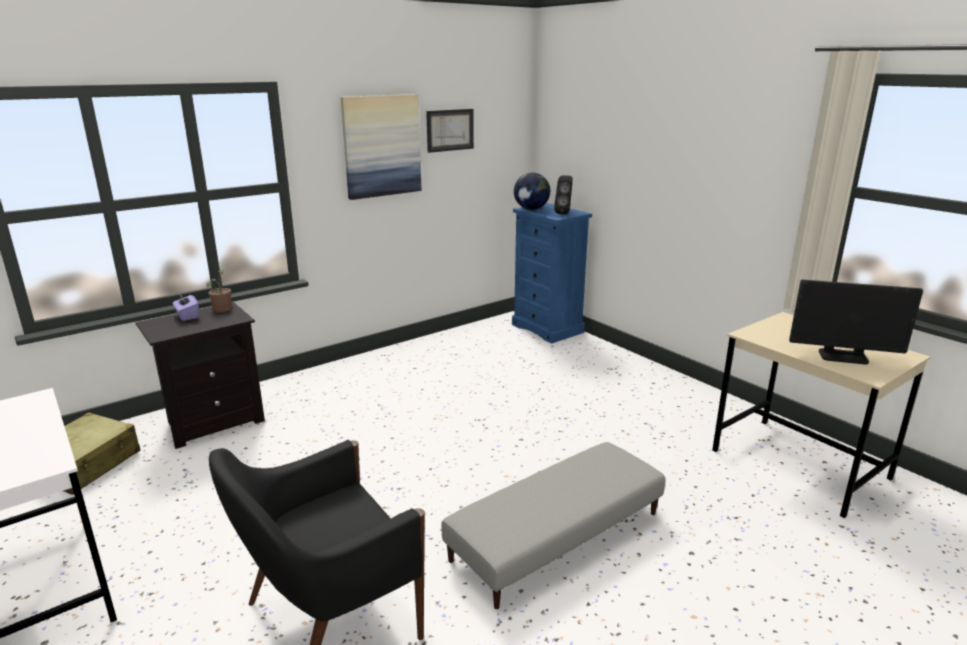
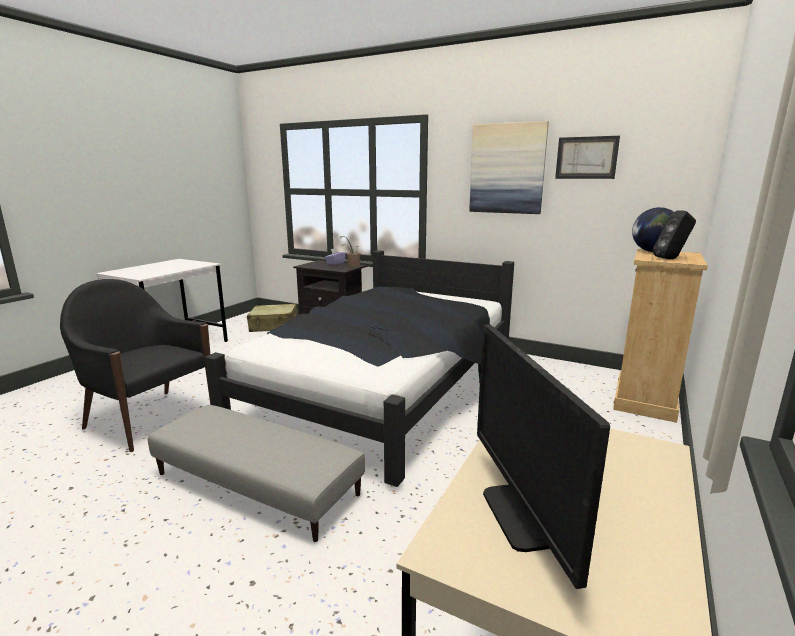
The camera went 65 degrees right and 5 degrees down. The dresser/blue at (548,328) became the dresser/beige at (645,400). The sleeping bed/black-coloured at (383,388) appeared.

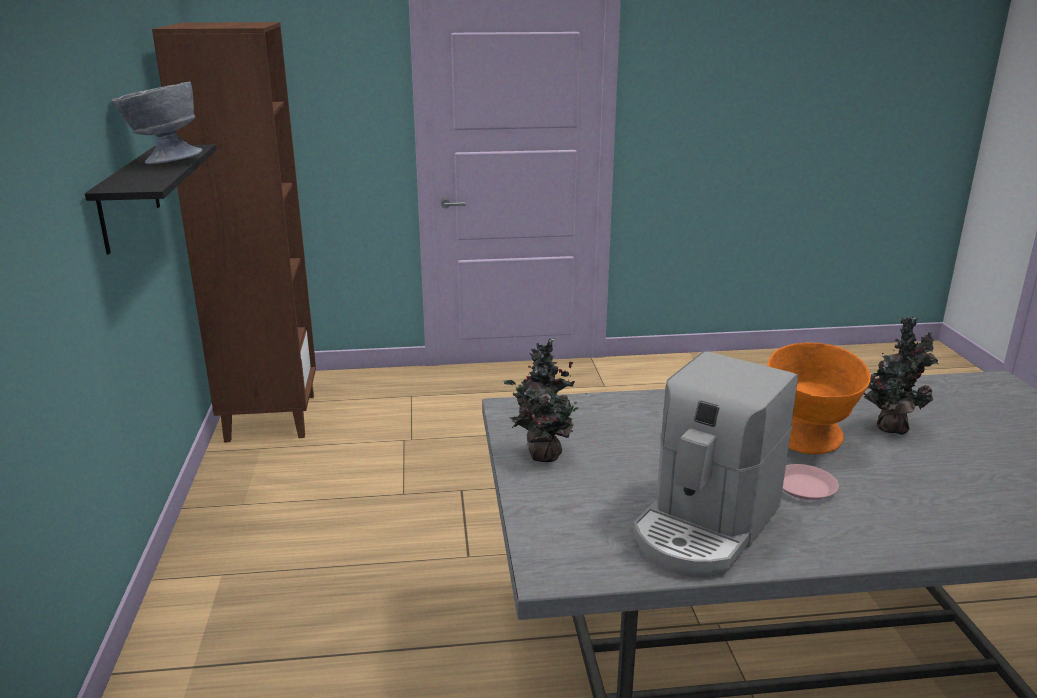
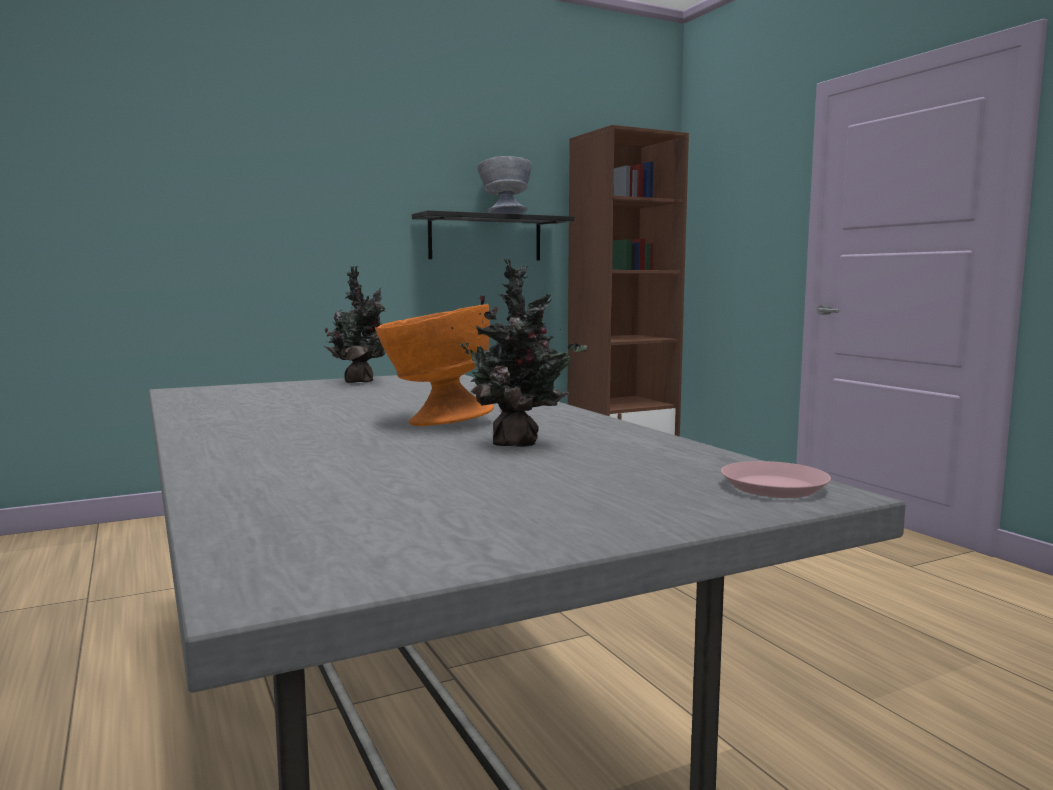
The camera went 70 degrees right and 15 degrees down. The coffee machine at (705,527) disappeared. The flat dish/pink moved from (805,487) to (774,487).

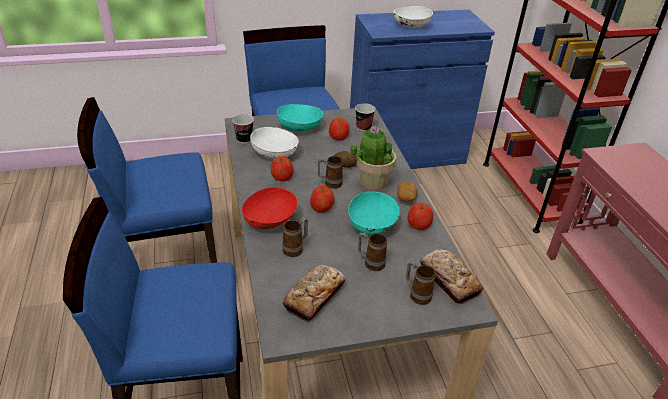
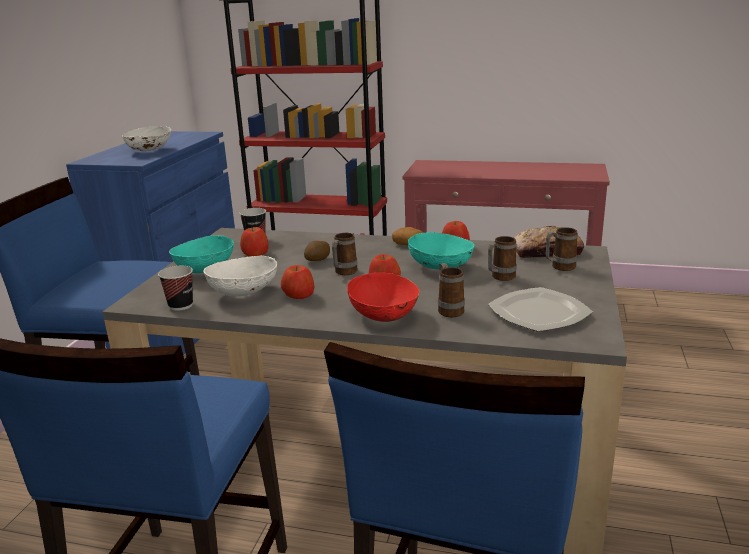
The camera went 60 degrees left and 15 degrees down. The bakery bread at (314,296) was replaced by the flat dish at (538,313). The plant in a pot at (373,181) disappeared.

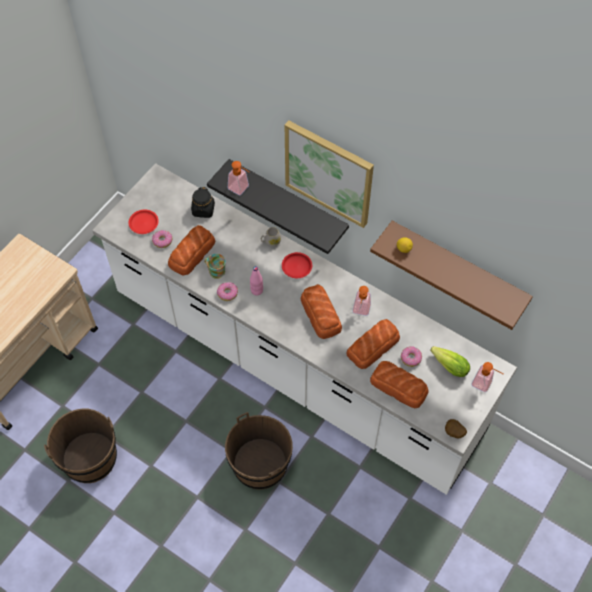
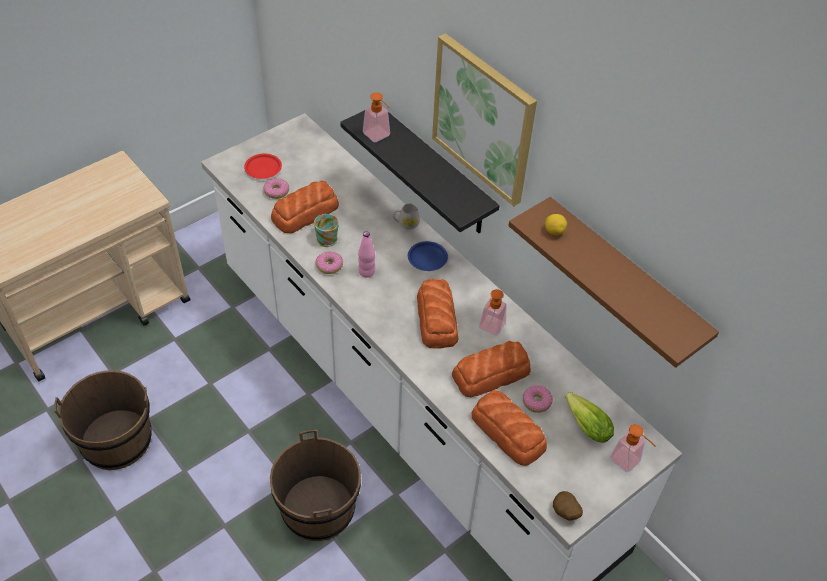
The camera went 15 degrees right and 10 degrees down. The storage jar/black-coloured at (203,210) disappeared. The flat dish/red-coloured at (296,267) became the flat dish/blue at (427,258).

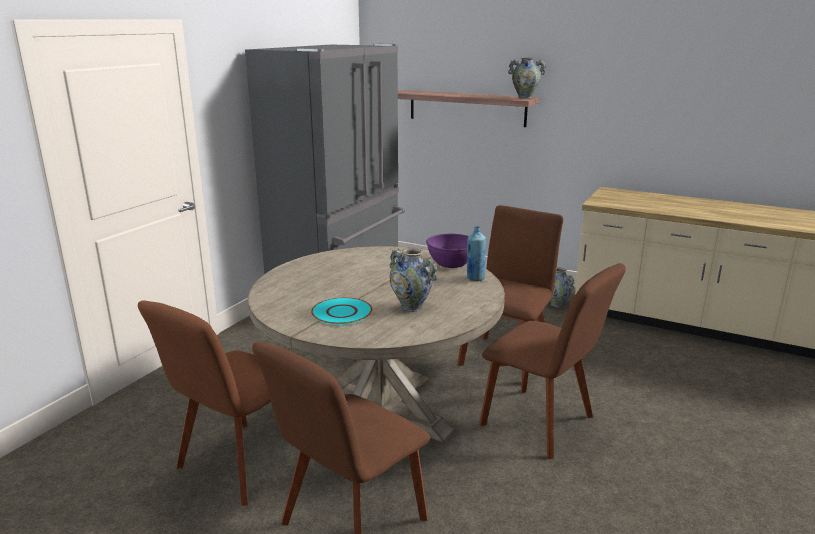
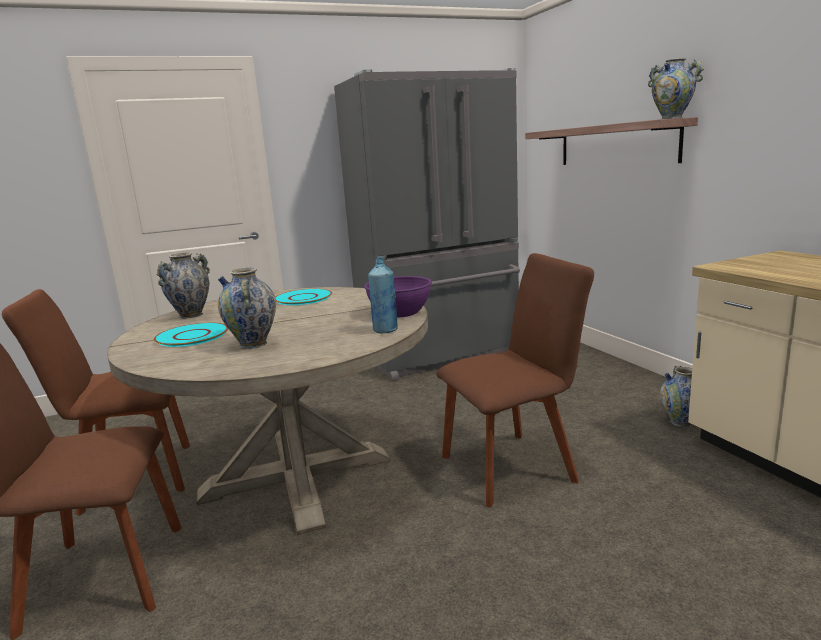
The camera went 40 degrees right and 5 degrees down. The plain chair/brownish at (542,423) disappeared. The decorative vase at (191,315) appeared. The flat dish/turquoise-coloured at (303,298) appeared.

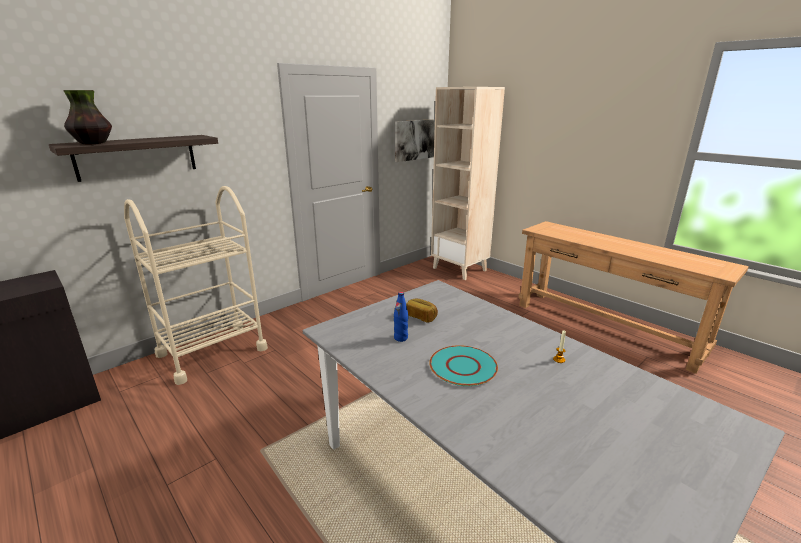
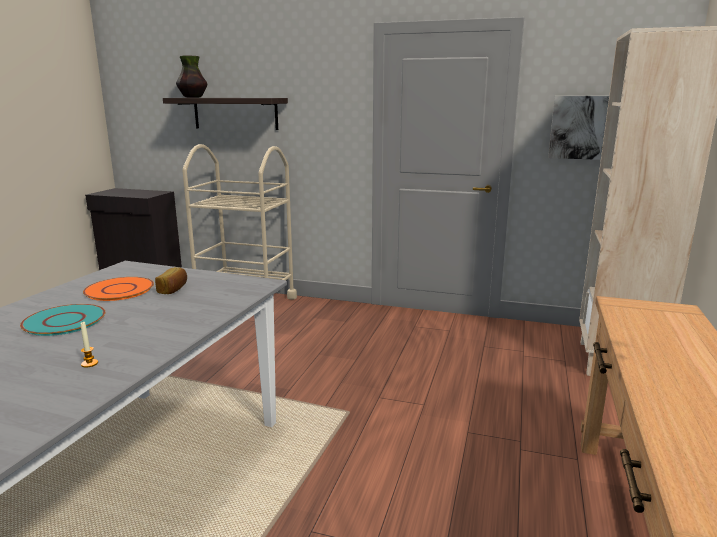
The camera went 60 degrees right and 5 degrees down. The bottle/blue at (400,338) was replaced by the flat dish/orange at (119,290).

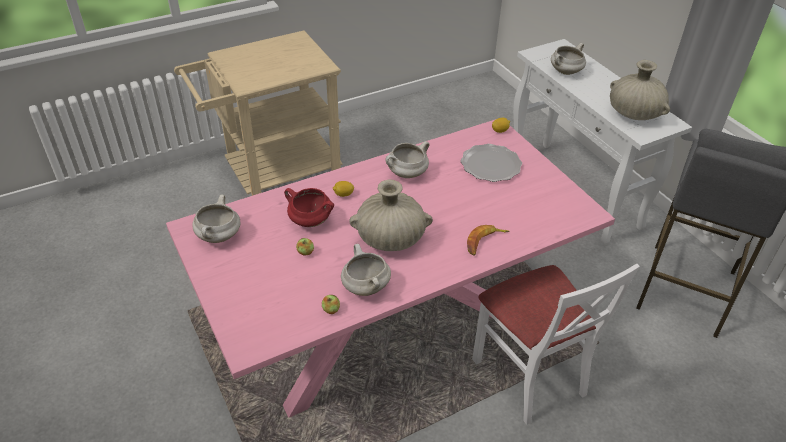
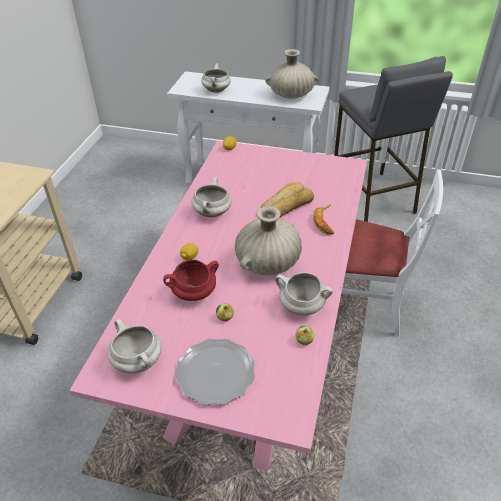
The camera went 45 degrees left and 0 degrees up. The flat dish moved from (491,165) to (216,373). The bakery bread at (285,206) appeared.

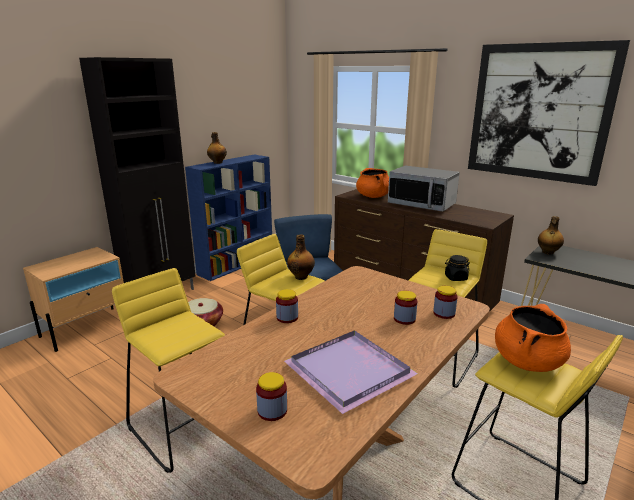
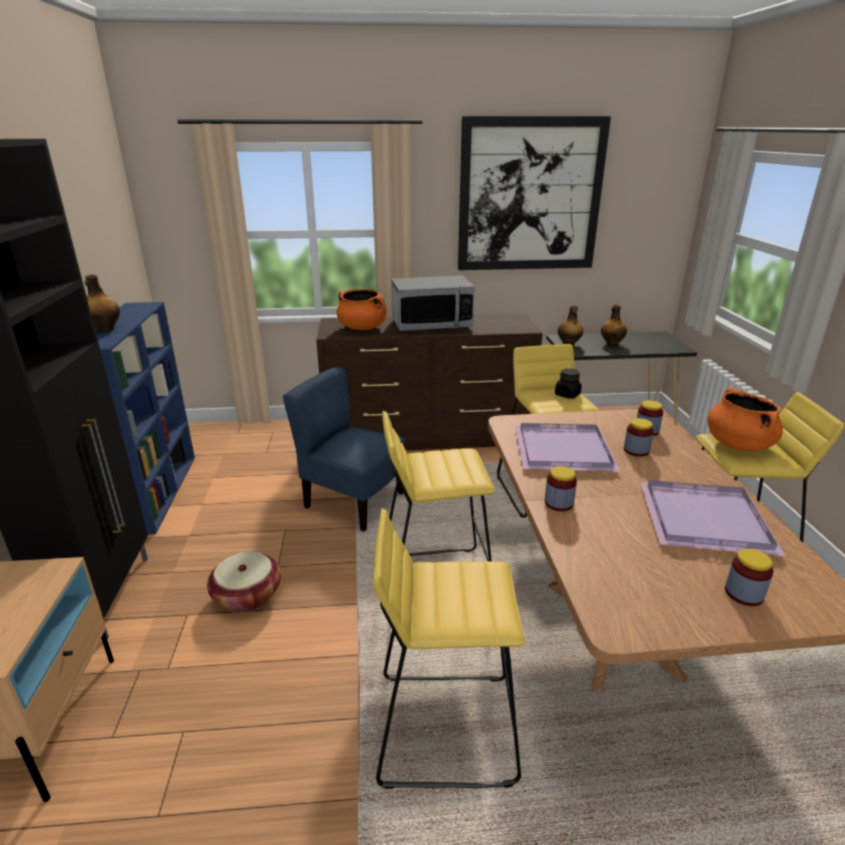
The camera went 45 degrees left and 5 degrees up. The bottle moved from (301,277) to (611,344). The tray/purplish at (562,451) appeared.

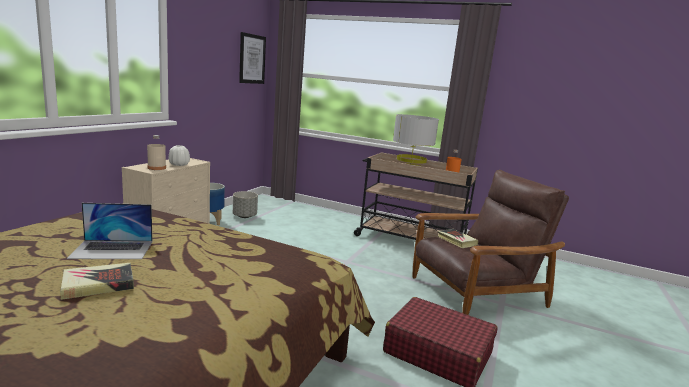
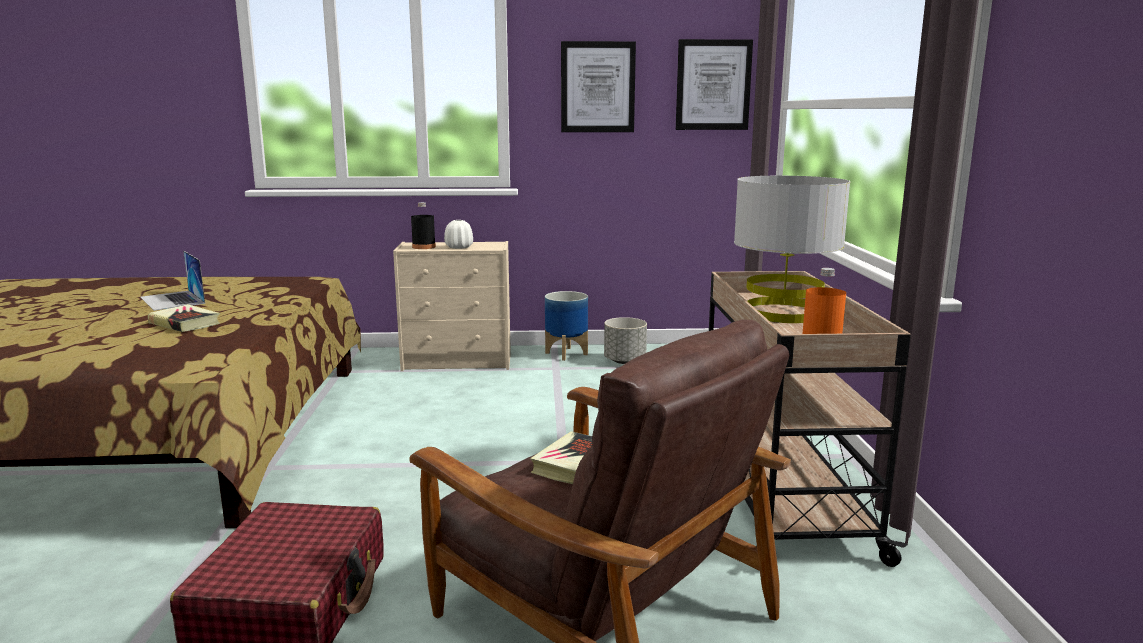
The camera went 65 degrees right and 0 degrees up. The bound book moved from (98,285) to (185,323). The bottle/beige at (156,168) became the bottle/black-coloured at (424,247). The wall art at (597,87) appeared.

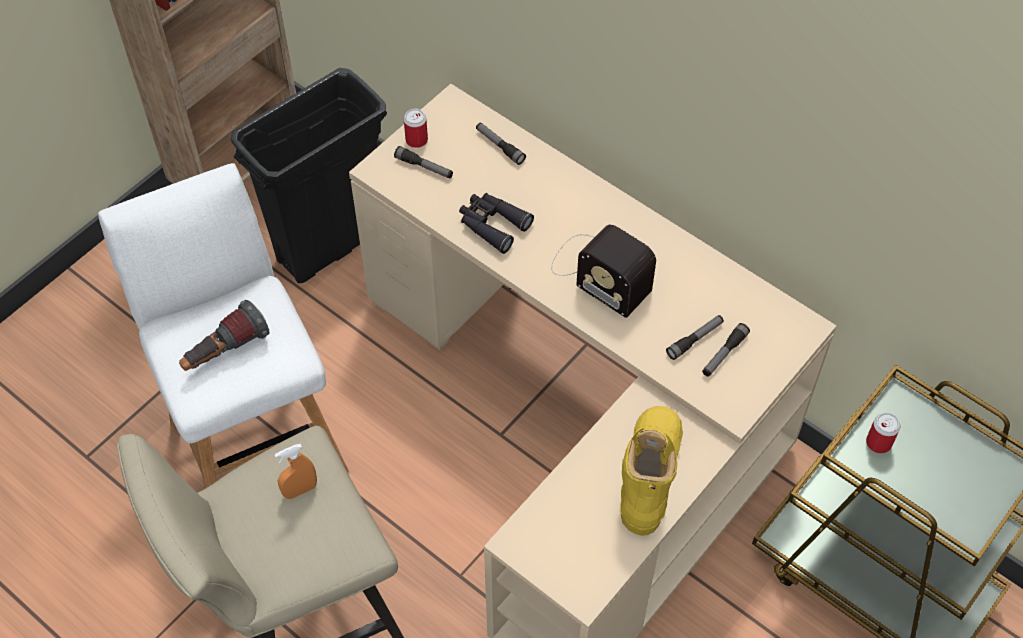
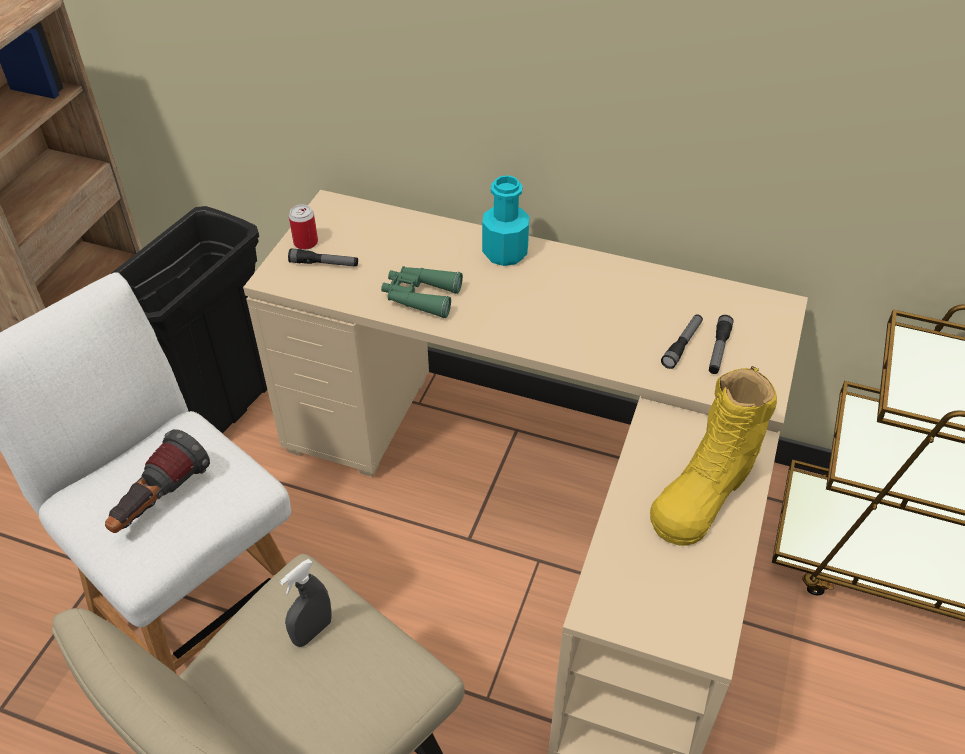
The camera went 20 degrees left and 10 degrees down. The sprayer/orange at (300,490) became the sprayer/gray at (312,631). The field glasses/black-coloured at (492,225) became the field glasses/greenish at (420,296). The flashlight at (500,146) disappeared. The radio set at (598,272) disappeared. The tall boot/yellowish at (649,474) turned 135 degrees counterclockwise. The can at (878,443) disappeared. The bottle/turquoise-coloured at (505,253) appeared.

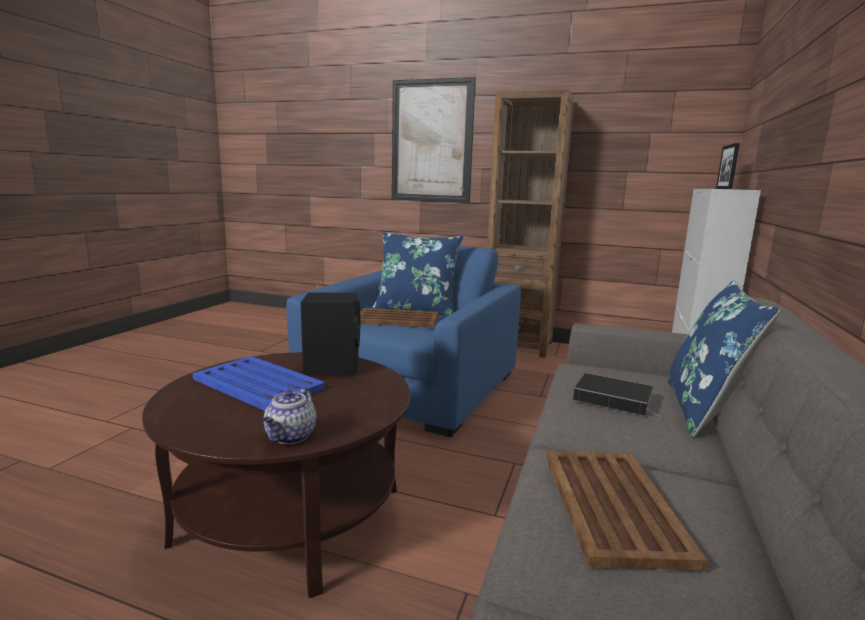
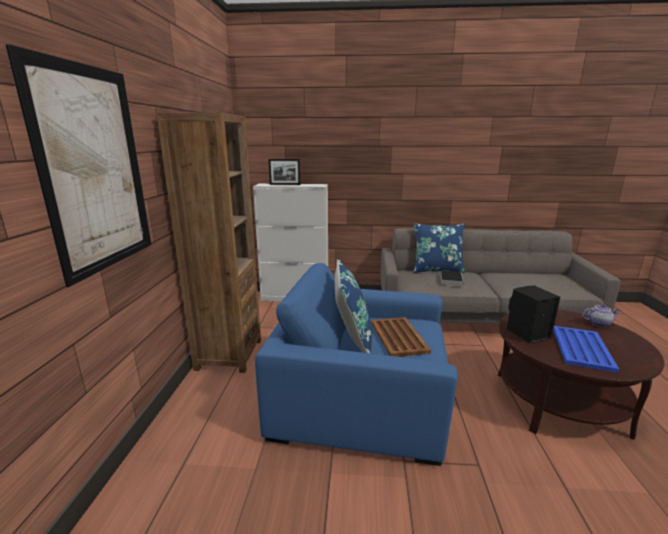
The camera went 105 degrees left and 5 degrees up. The tray/brownish at (613,506) disappeared.

